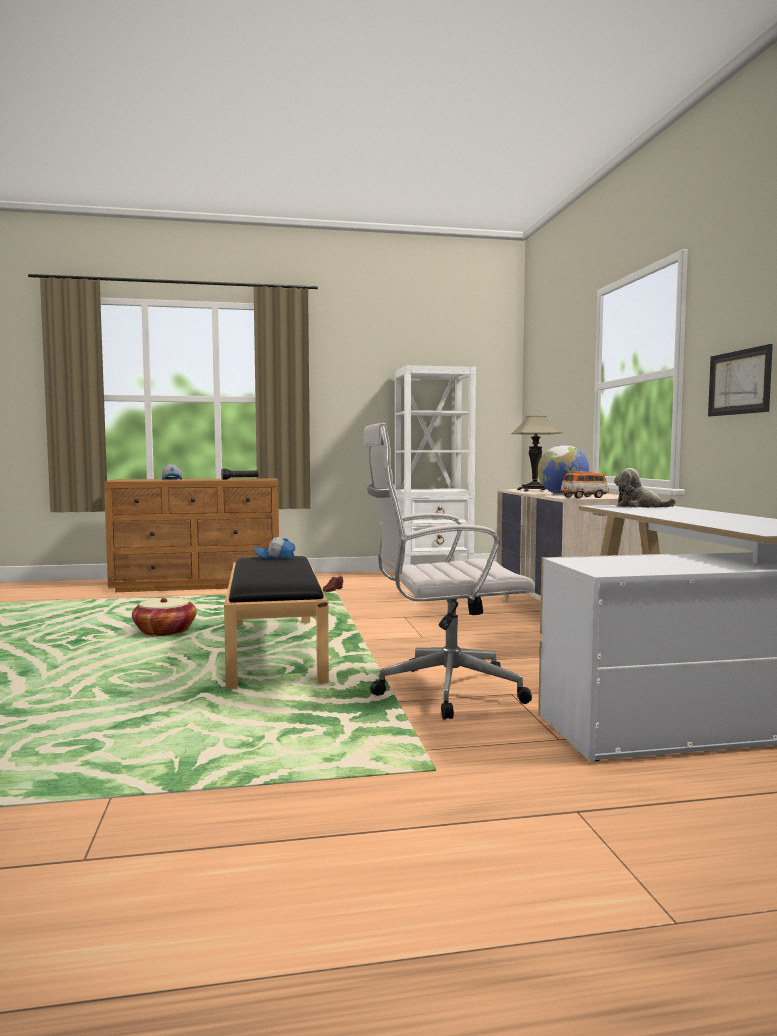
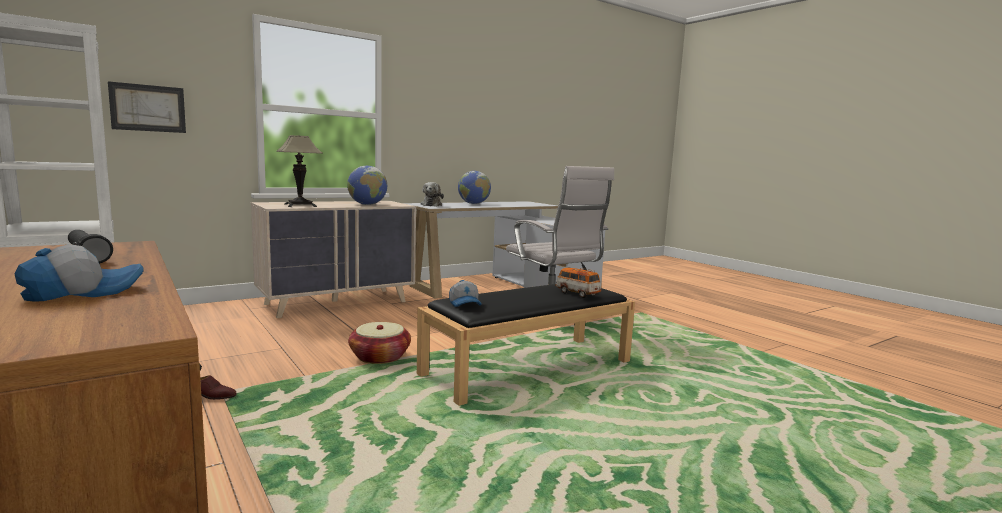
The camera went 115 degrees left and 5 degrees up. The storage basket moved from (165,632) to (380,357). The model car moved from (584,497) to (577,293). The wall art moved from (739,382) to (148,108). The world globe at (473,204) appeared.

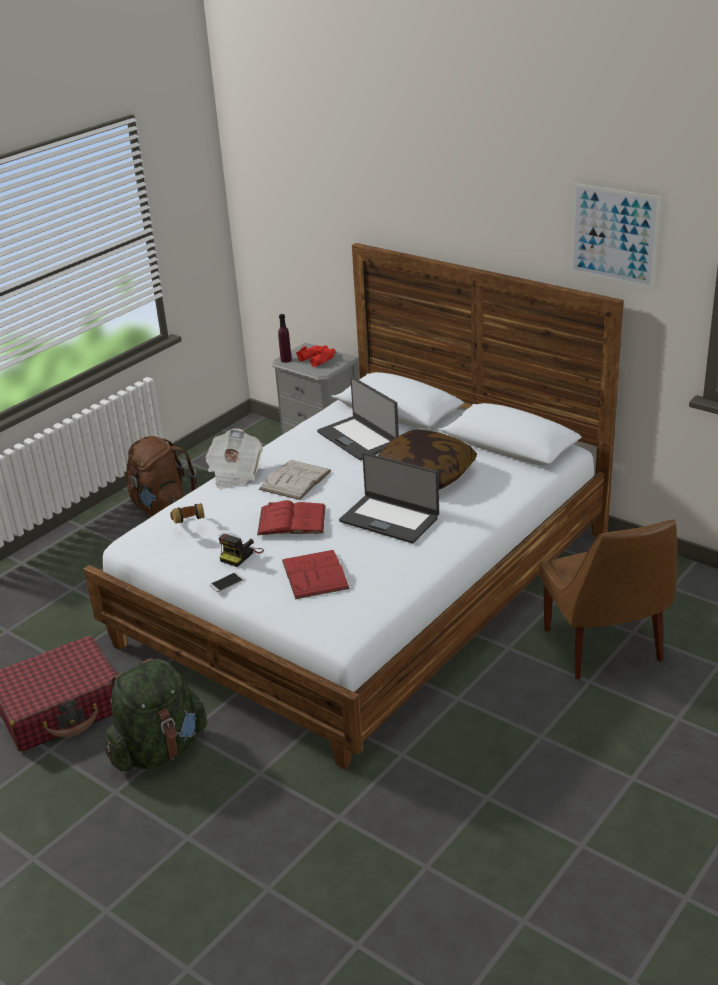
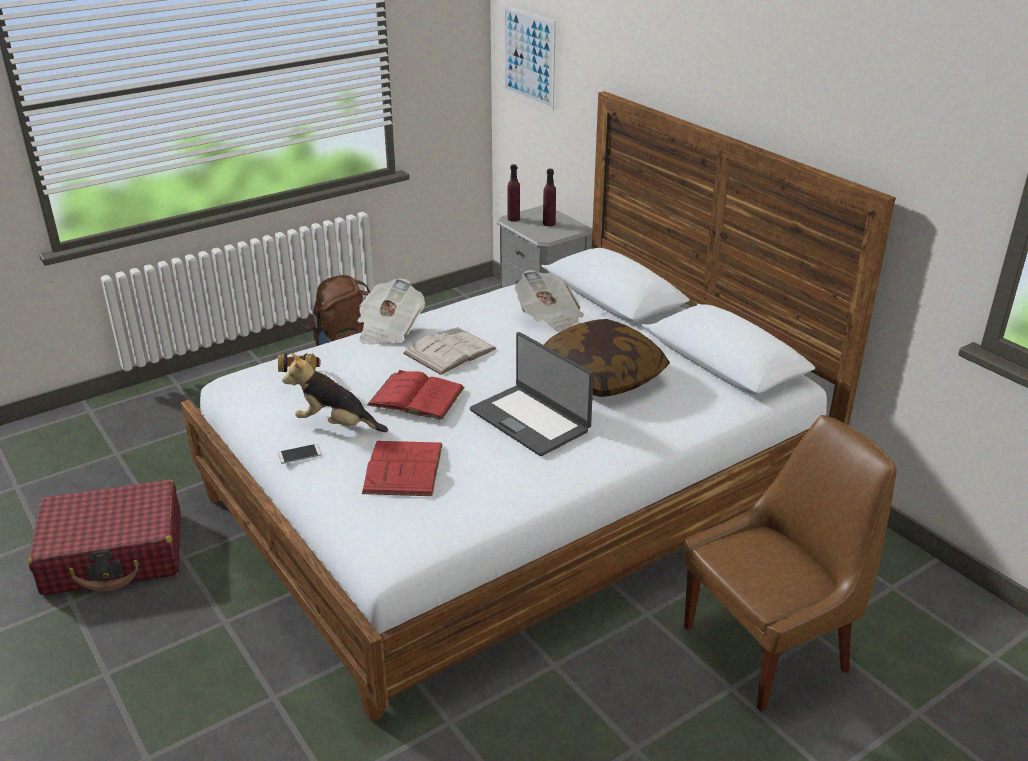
The camera went 15 degrees right and 0 degrees up. The knapsack/greenish at (159,750) disappeared. The photo camera at (241,555) was replaced by the plush toy at (336,425). The field glasses/red-coloured at (318,359) was replaced by the bottle/purplish at (549,223). The laptop at (358,438) was replaced by the printed paper at (549,318). The plain chair/brownish at (604,648) turned 120 degrees counterclockwise. The wall art moved from (613,235) to (528,57).

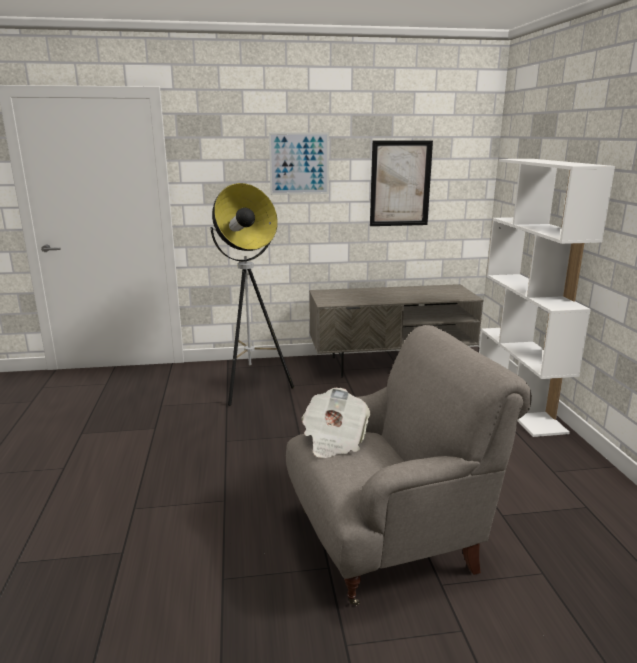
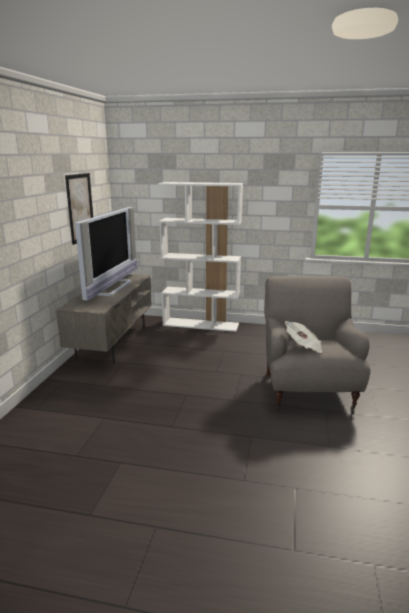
The camera went 70 degrees left and 0 degrees up. The floor lamp at (251,387) disappeared. The wall art at (299,163) disappeared. The TV set at (112,287) appeared.

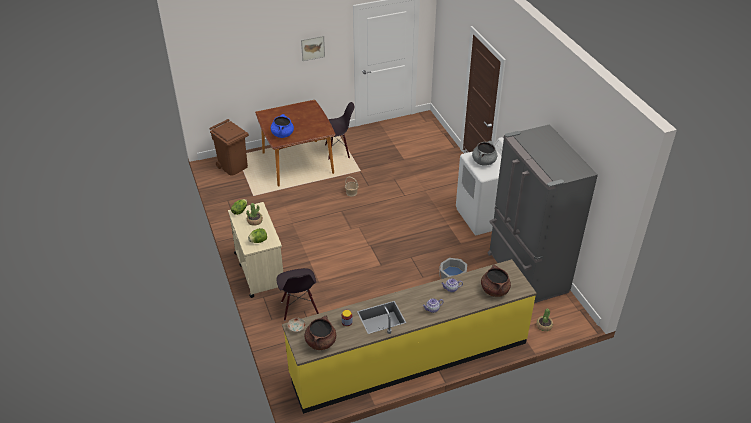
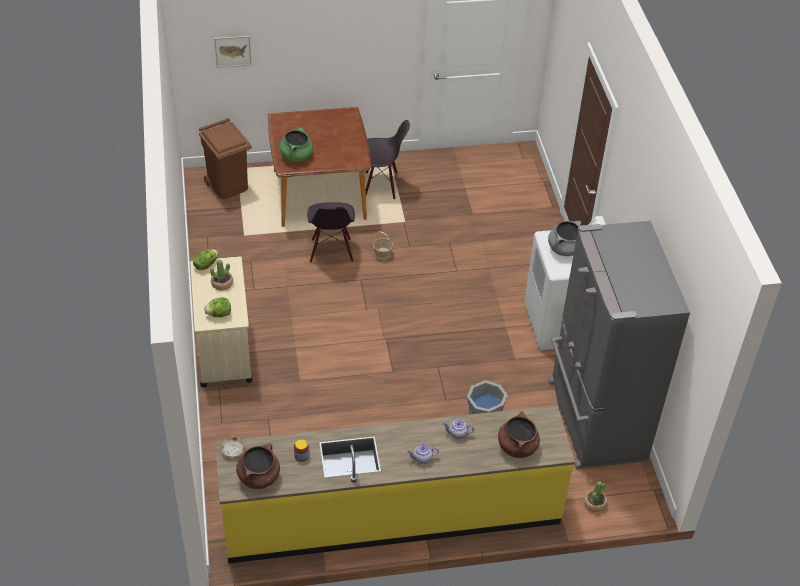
The camera went 10 degrees right and 5 degrees up. The cooking pot/blue at (282,134) became the cooking pot/greenish at (296,156). The plain chair/black-coloured moved from (299,308) to (331,251). The wall art moved from (313,48) to (233,51).

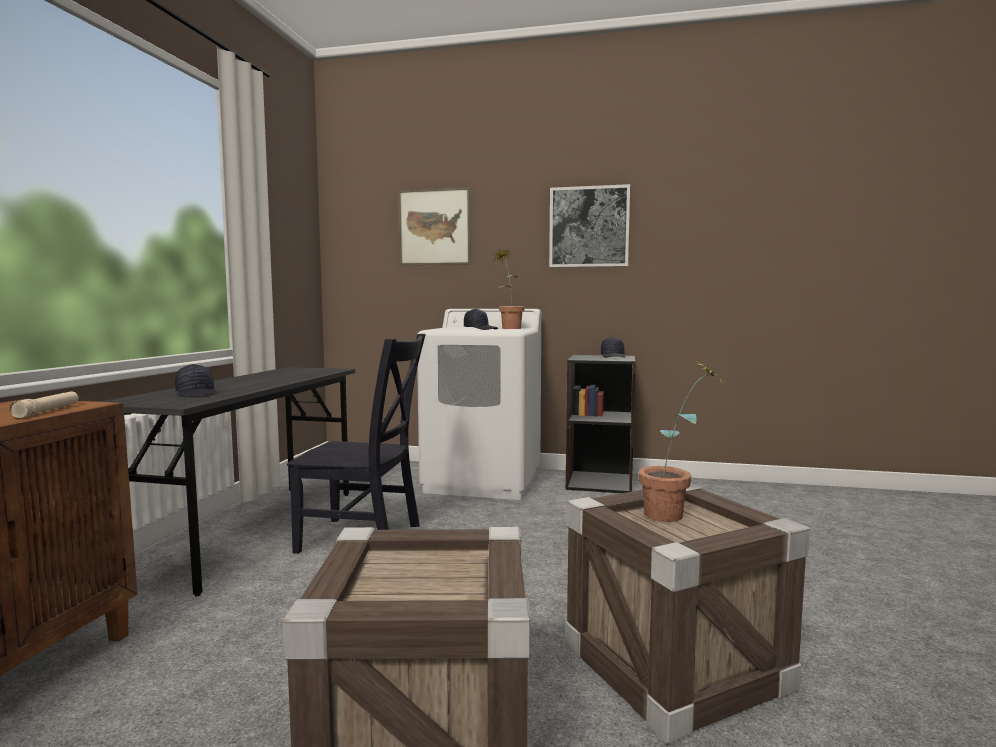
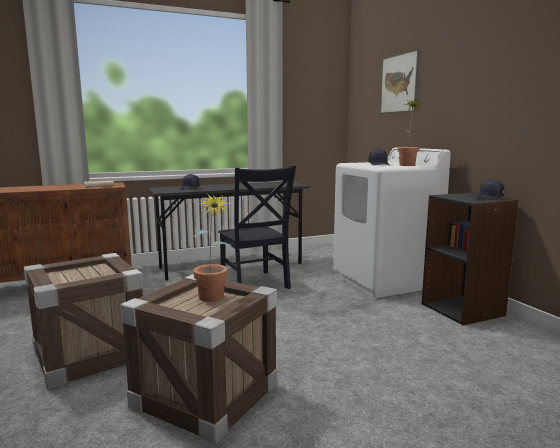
The camera went 55 degrees right and 5 degrees up. The wall art at (589,227) disappeared.

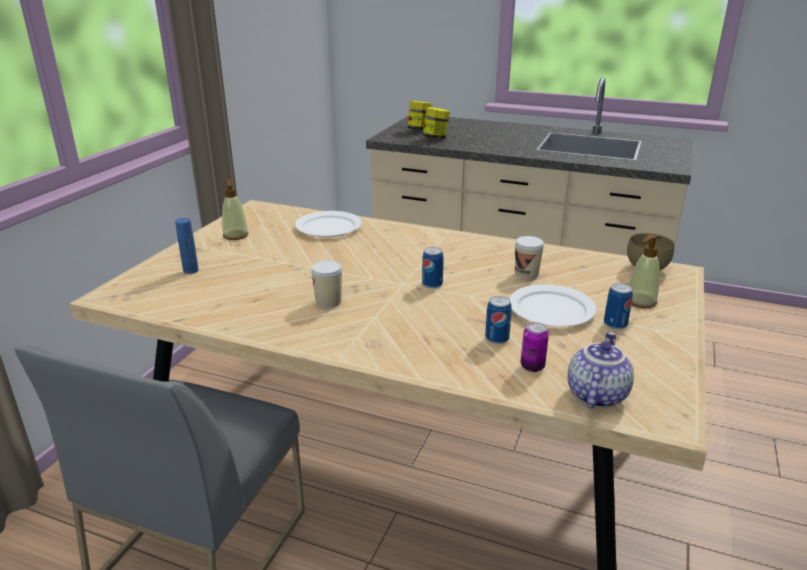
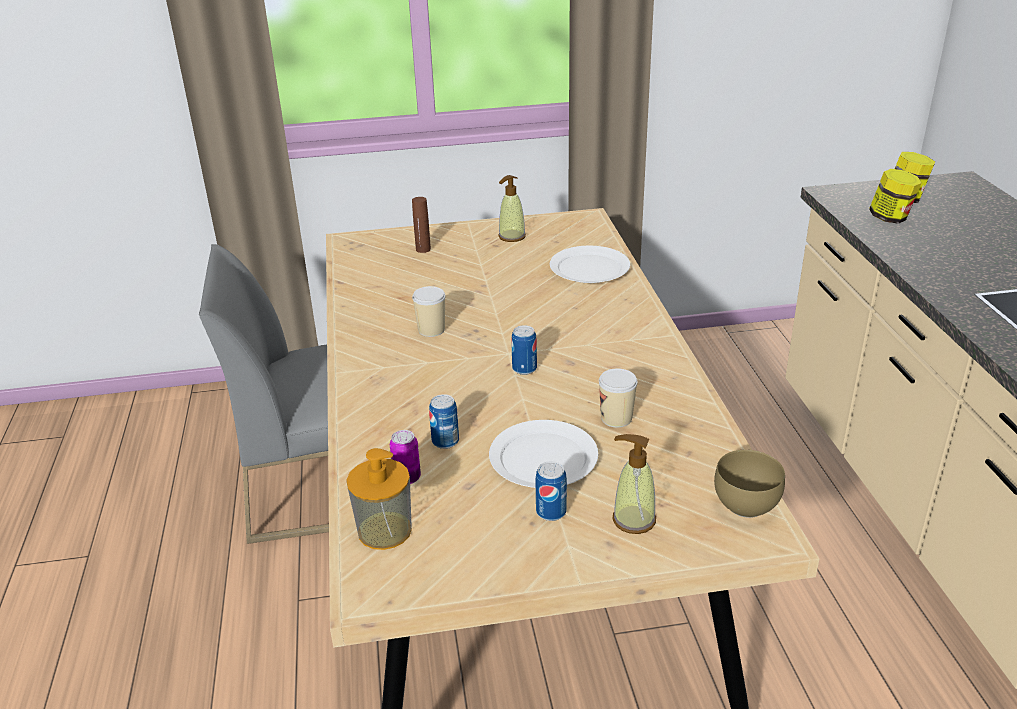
The camera went 60 degrees right and 5 degrees up. The bottle/blue at (191,270) became the bottle/brownish at (423,249). The tea pot at (595,394) was replaced by the soap dispenser at (384,530).

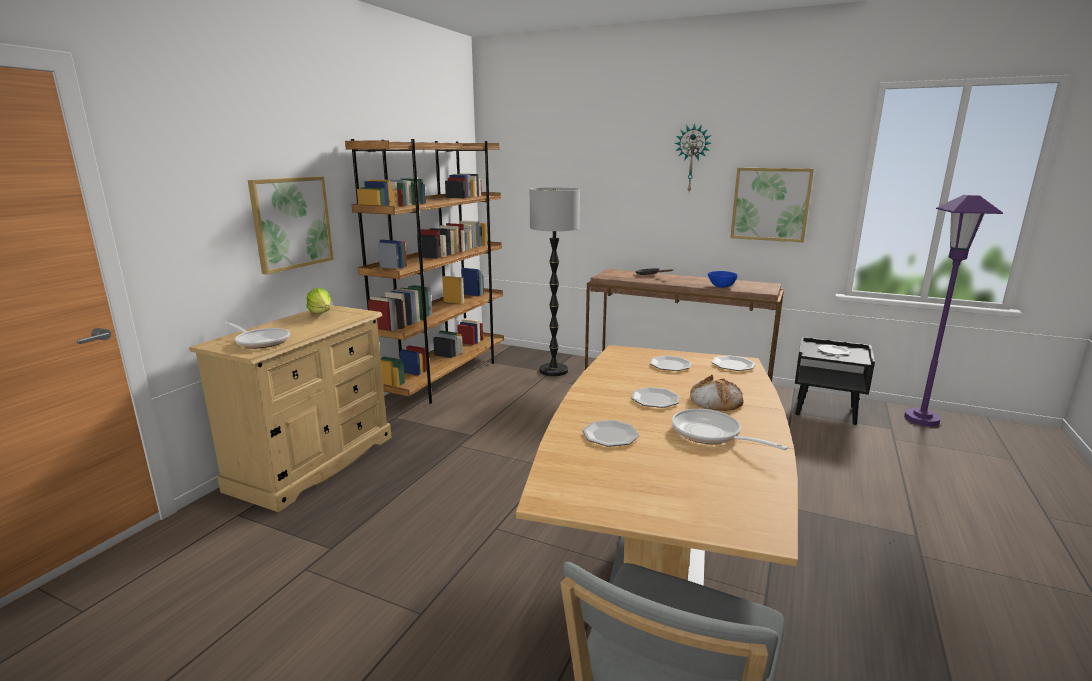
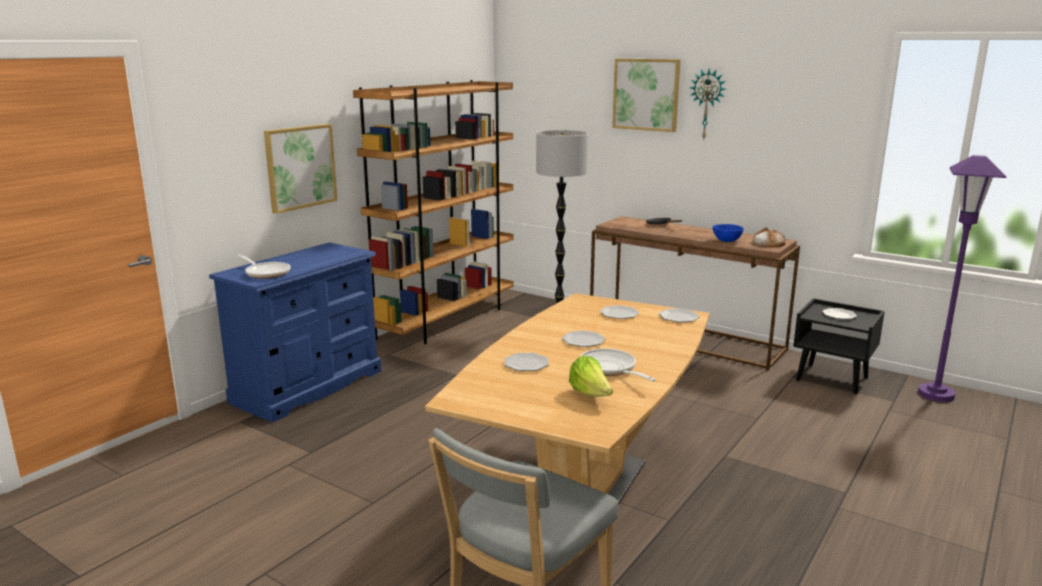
The camera went 10 degrees right and 0 degrees up. The dresser/beige at (314,462) became the dresser/blue at (308,386). The lettuce moved from (322,314) to (591,394). The bakery bread moved from (715,400) to (768,243). The wall art moved from (770,204) to (646,94).

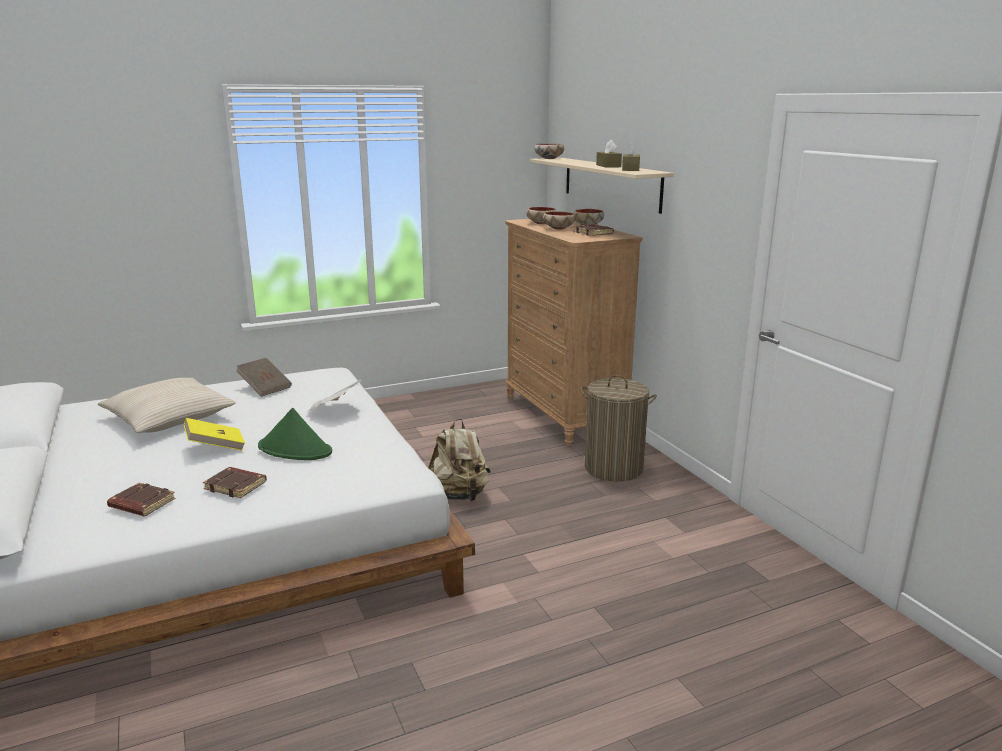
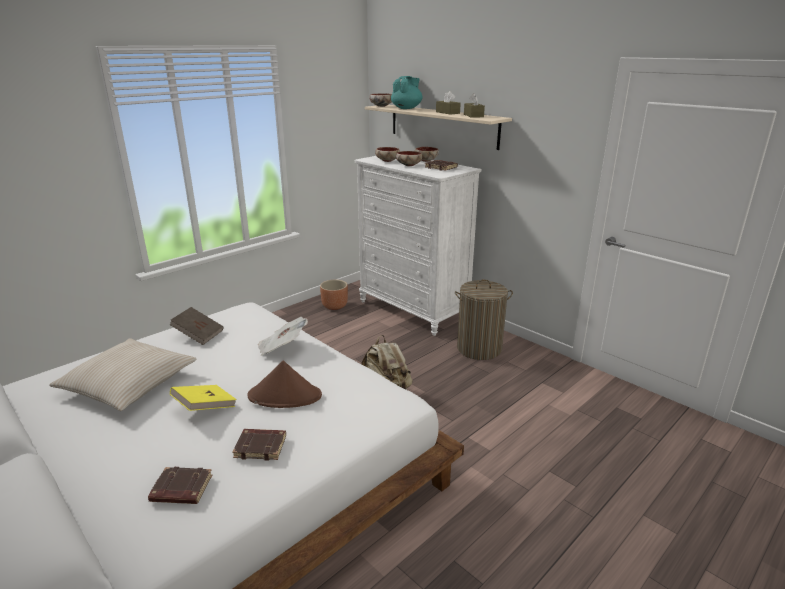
The camera went 20 degrees left and 5 degrees up. The wearable hat/greenish at (295,449) became the wearable hat/brownish at (285,396). The dresser/brownish at (564,415) became the dresser/whitish at (413,310). The plant pot/brownish at (334,306) appeared. The tea pot/turquoise-coloured at (406,108) appeared.

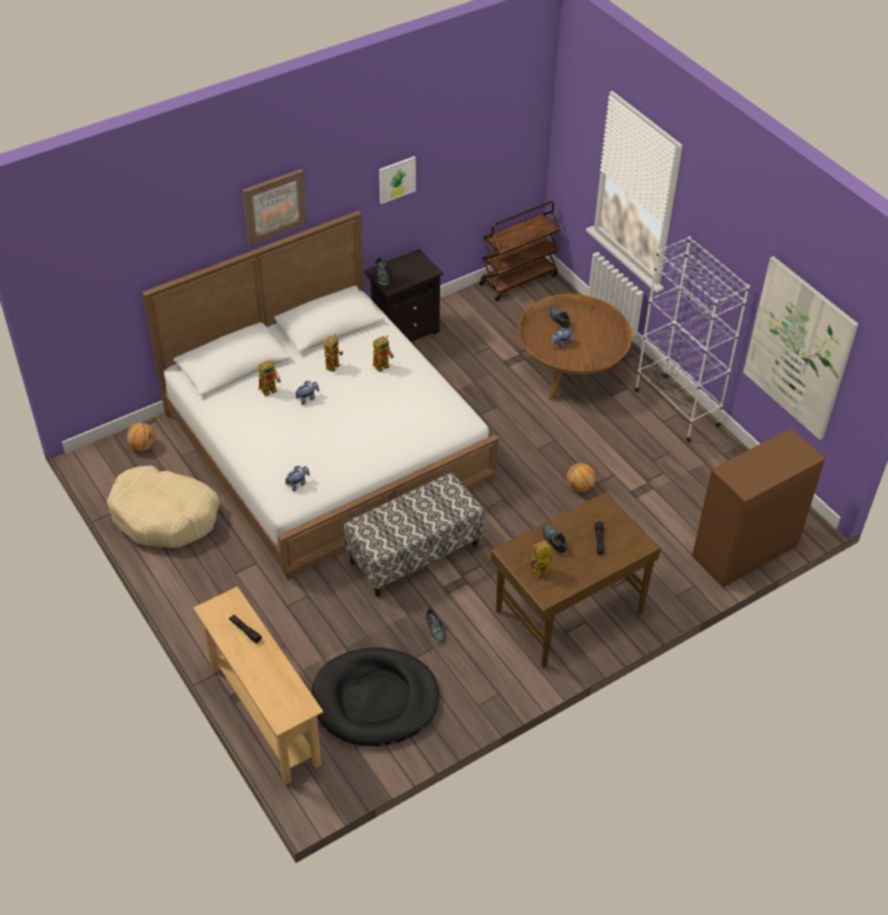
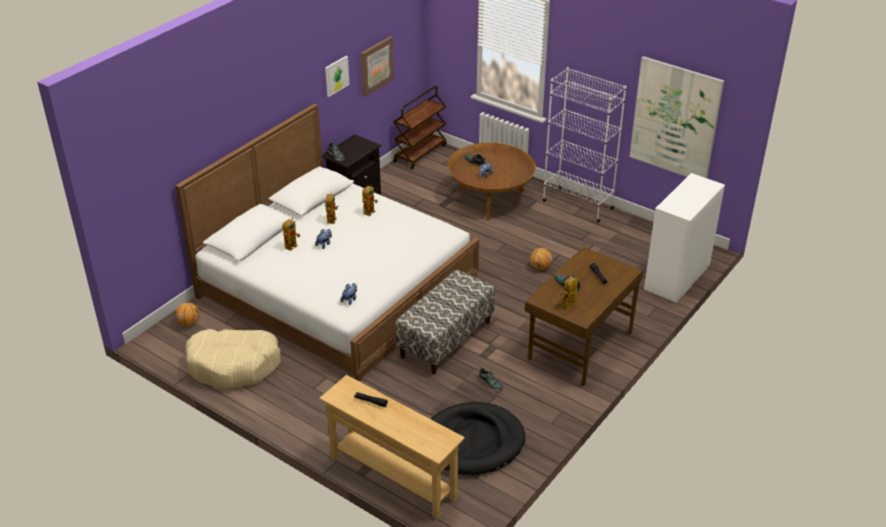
The camera went 20 degrees left and 10 degrees down. The wall art moved from (274,206) to (376,65). The dresser/brownish at (744,551) became the dresser/whitish at (677,277).

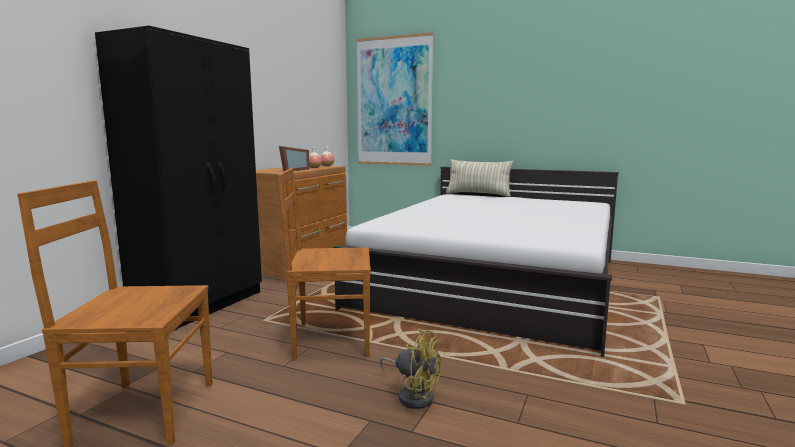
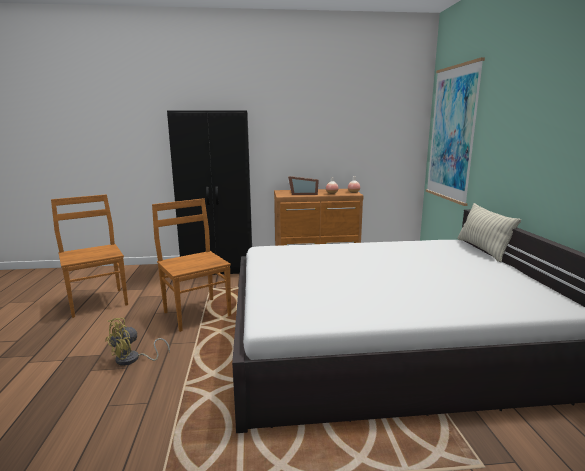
The camera went 60 degrees right and 5 degrees up. The fan/yellowish at (413,395) turned 45 degrees clockwise.

